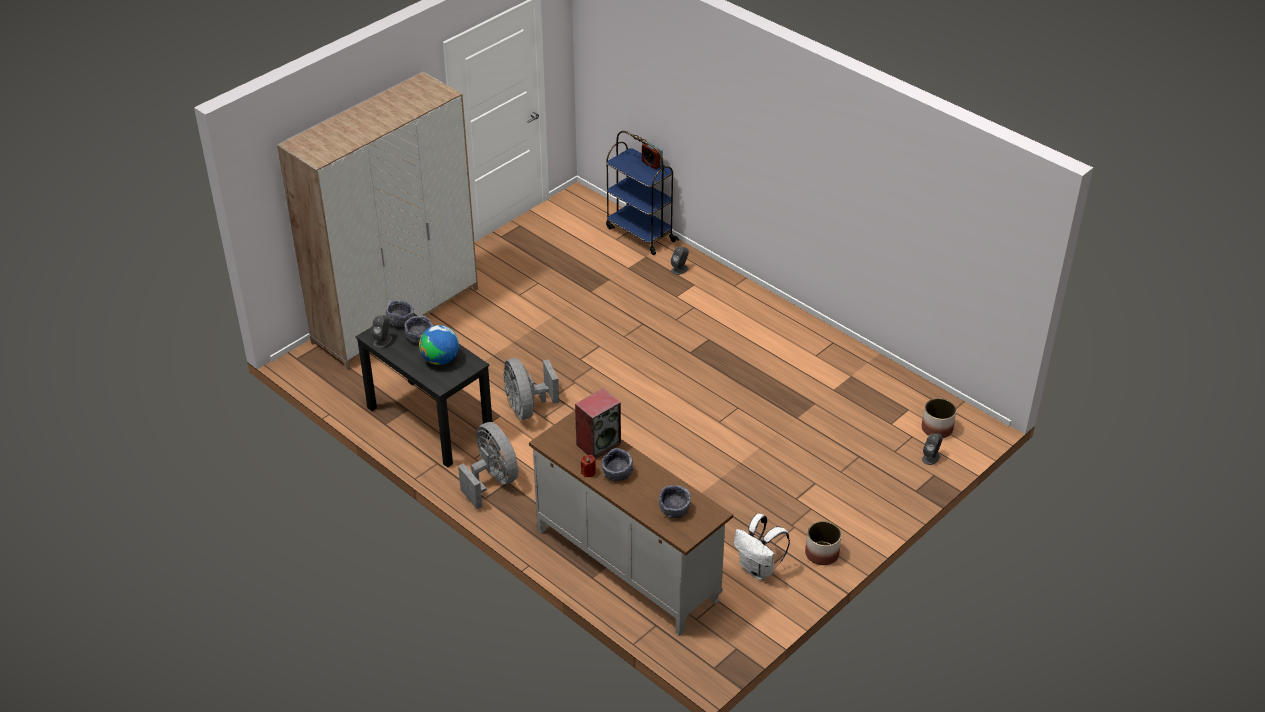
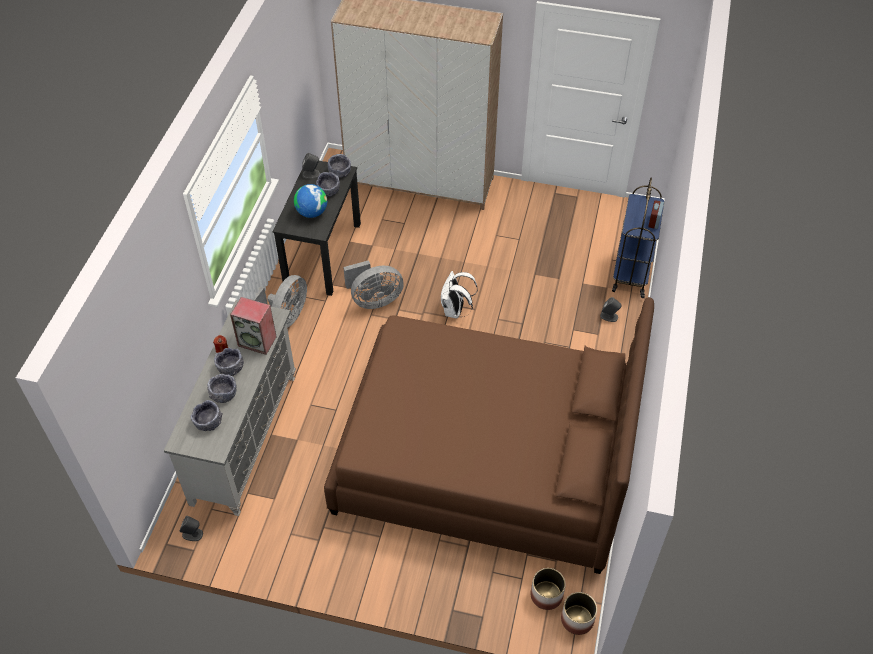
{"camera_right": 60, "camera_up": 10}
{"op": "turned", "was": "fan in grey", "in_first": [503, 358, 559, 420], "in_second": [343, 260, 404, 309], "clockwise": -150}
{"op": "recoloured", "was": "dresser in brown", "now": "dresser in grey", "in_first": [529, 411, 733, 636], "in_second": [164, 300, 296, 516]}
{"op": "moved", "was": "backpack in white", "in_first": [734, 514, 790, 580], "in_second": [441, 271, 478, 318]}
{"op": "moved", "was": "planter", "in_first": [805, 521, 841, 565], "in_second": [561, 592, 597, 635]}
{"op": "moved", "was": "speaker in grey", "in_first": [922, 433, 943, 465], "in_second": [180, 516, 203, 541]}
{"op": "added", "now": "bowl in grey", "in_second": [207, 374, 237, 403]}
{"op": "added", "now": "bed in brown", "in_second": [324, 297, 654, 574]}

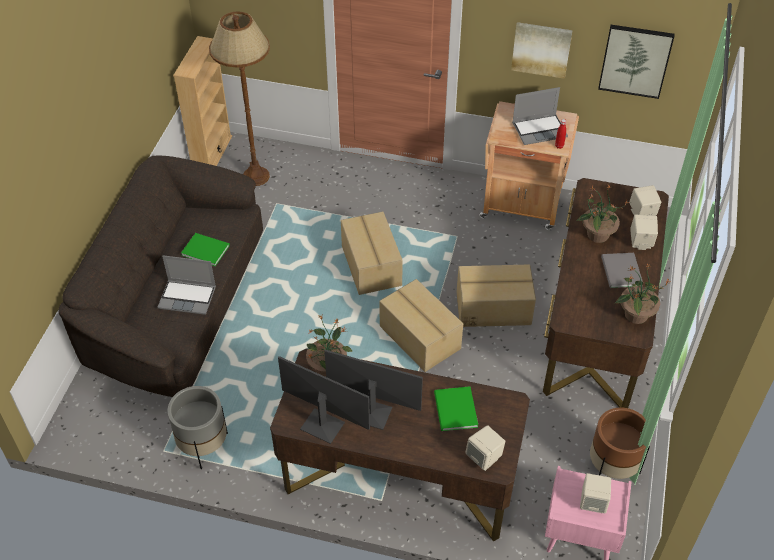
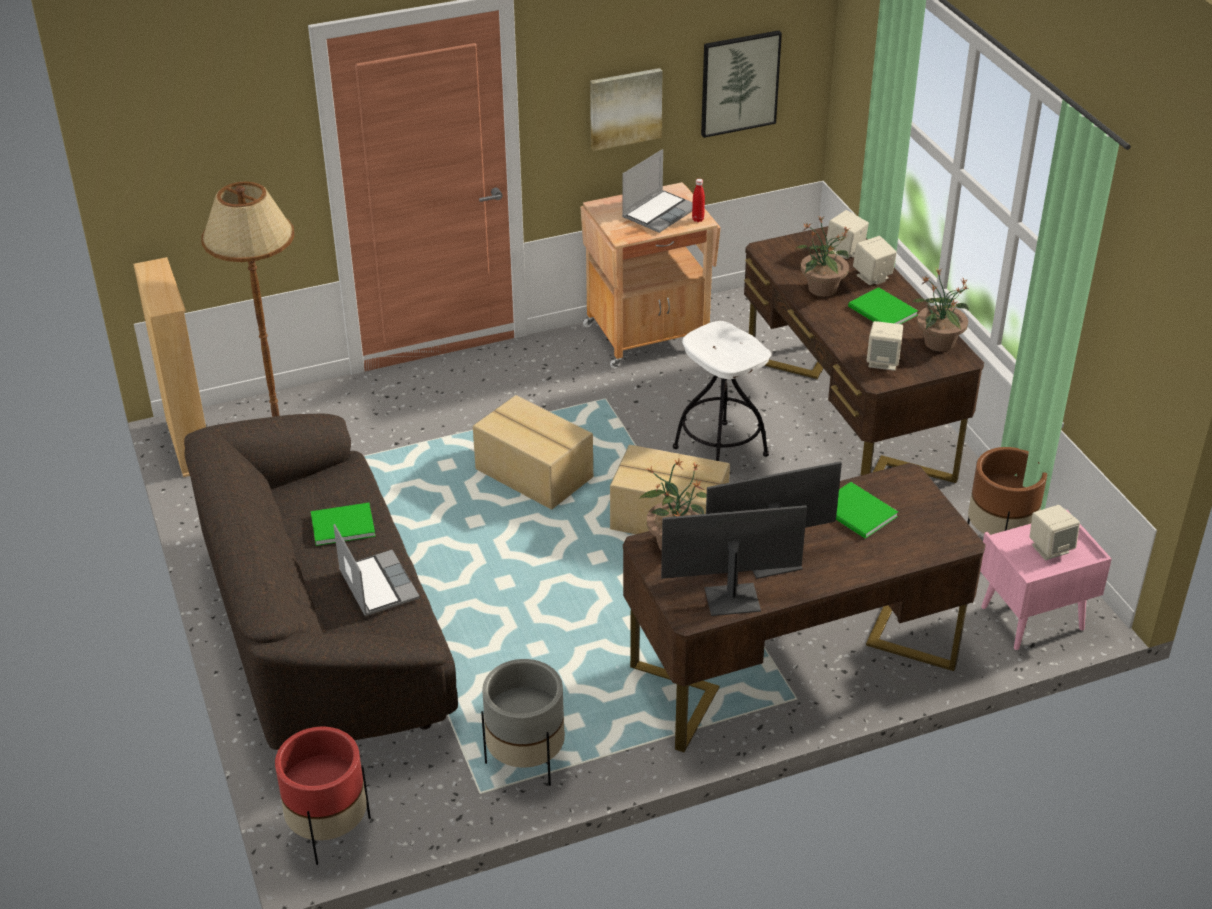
{"camera_right": -35, "camera_up": -10}
{"op": "turned", "was": "laptop", "in_first": [157, 255, 216, 315], "in_second": [333, 524, 420, 616], "clockwise": -90}
{"op": "replaced", "was": "cardboard box", "now": "stool in white", "in_first": [457, 265, 536, 327], "in_second": [673, 321, 771, 461]}
{"op": "moved", "was": "speaker in beige", "in_first": [465, 425, 505, 471], "in_second": [867, 321, 903, 371]}
{"op": "recoloured", "was": "book in grey", "now": "book in green", "in_first": [601, 253, 643, 288], "in_second": [848, 287, 918, 324]}
{"op": "added", "now": "planter in red", "in_second": [275, 727, 371, 865]}

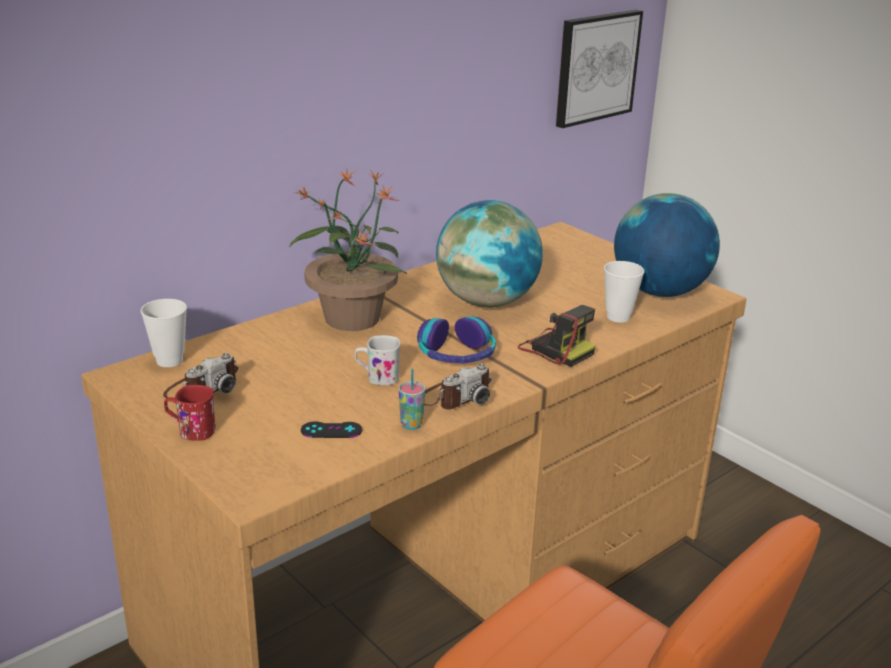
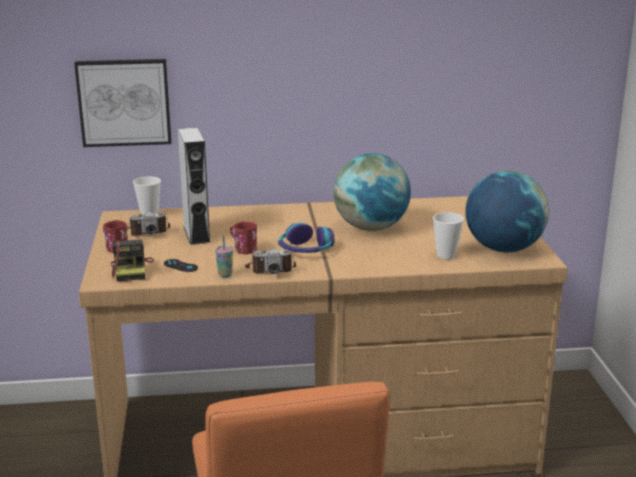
{"camera_right": 35, "camera_up": -5}
{"op": "removed", "was": "potted plant", "in_first": [289, 169, 407, 331]}
{"op": "recoloured", "was": "mug in white", "now": "mug in red", "in_first": [355, 335, 400, 385], "in_second": [230, 221, 257, 254]}
{"op": "moved", "was": "photo camera", "in_first": [518, 305, 596, 367], "in_second": [111, 240, 154, 281]}
{"op": "moved", "was": "picture", "in_first": [556, 10, 643, 128], "in_second": [74, 59, 172, 147]}
{"op": "added", "now": "speaker in grey", "in_second": [178, 127, 211, 245]}

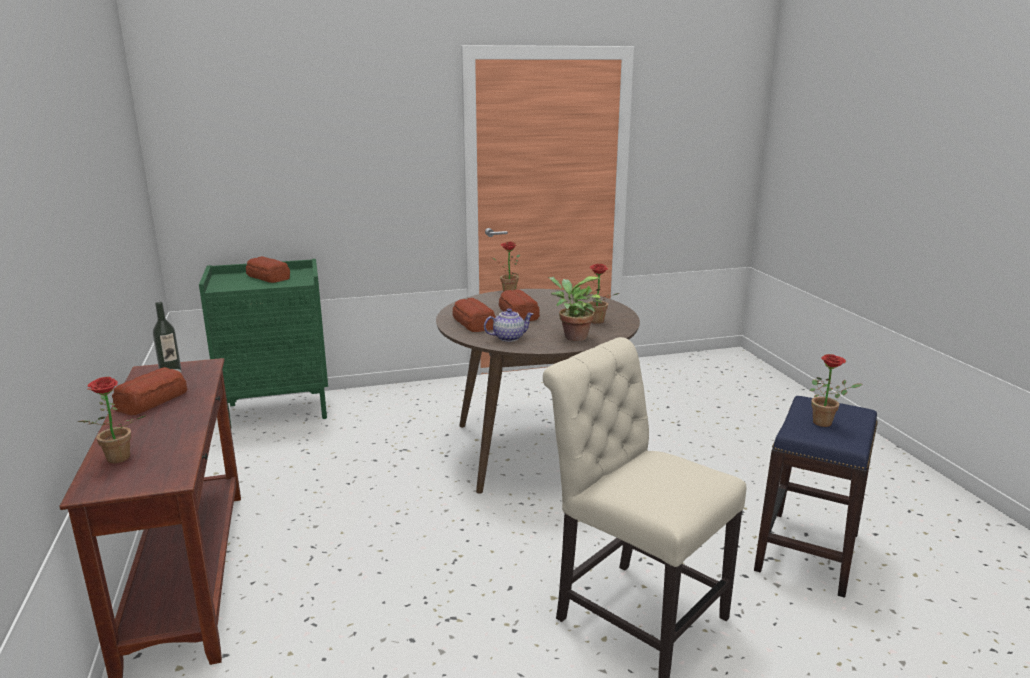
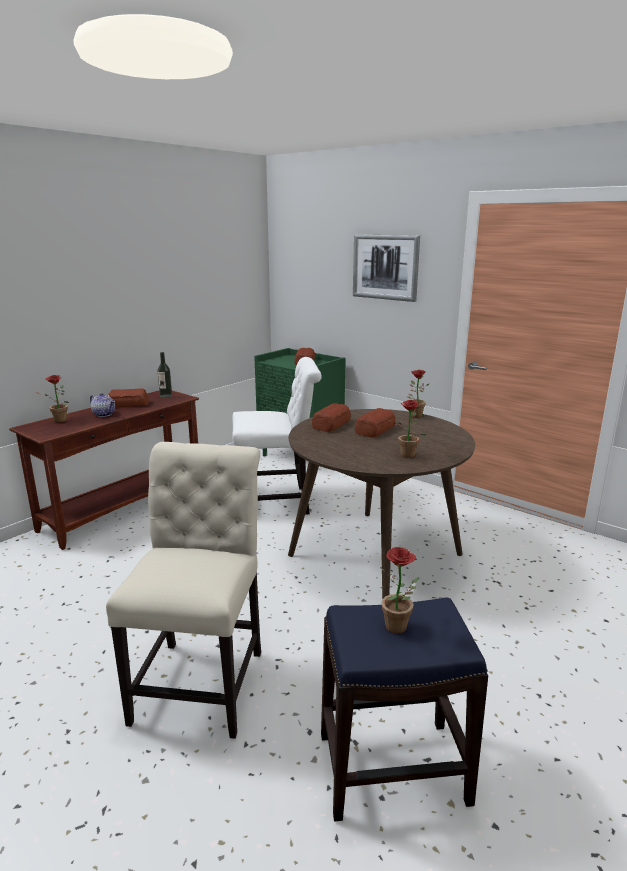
{"camera_right": 55, "camera_up": 0}
{"op": "moved", "was": "teapot", "in_first": [484, 308, 533, 342], "in_second": [90, 393, 115, 417]}
{"op": "removed", "was": "potted plant", "in_first": [548, 276, 603, 341]}
{"op": "added", "now": "chair in white", "in_second": [232, 357, 322, 515]}
{"op": "added", "now": "picture", "in_second": [353, 235, 420, 302]}

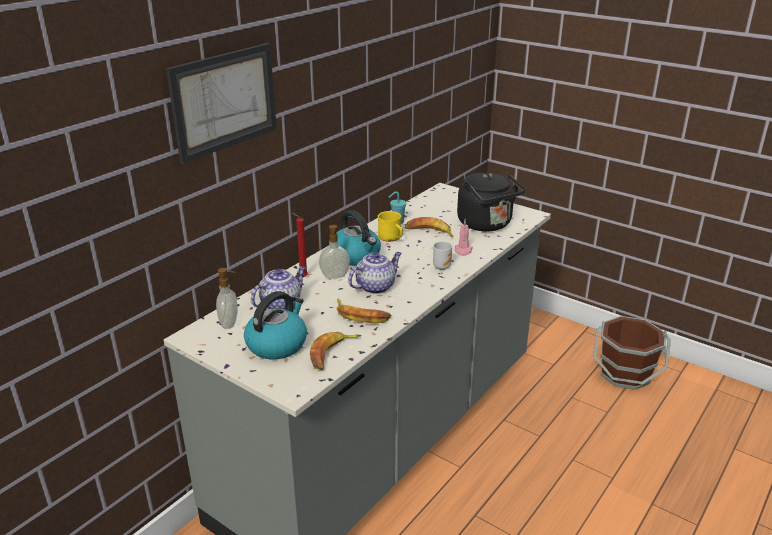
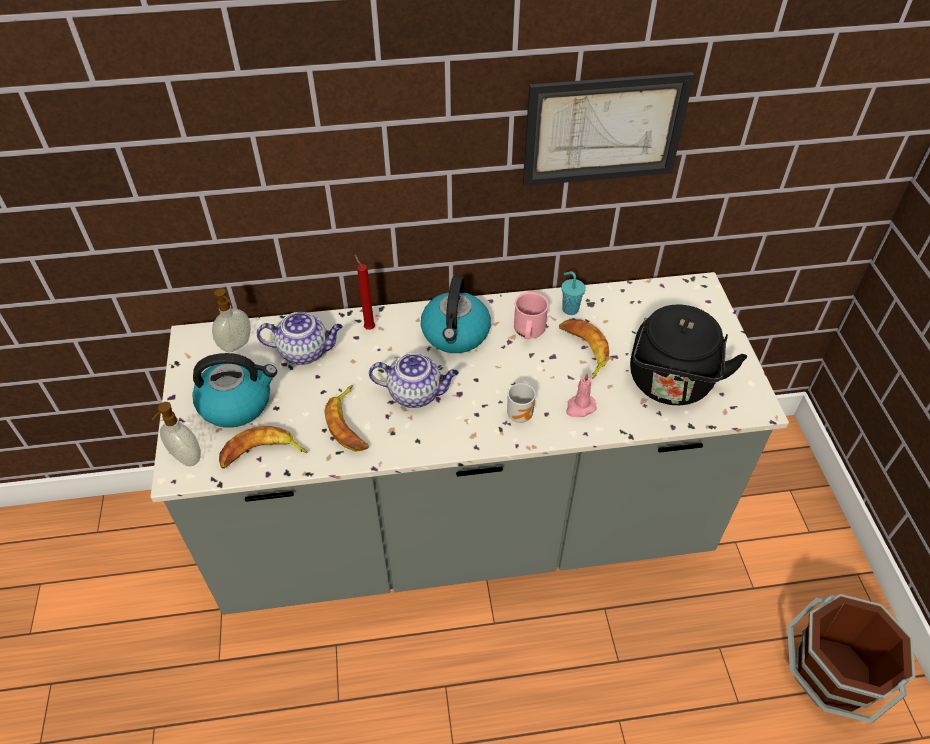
{"camera_right": 45, "camera_up": 20}
{"op": "moved", "was": "picture", "in_first": [166, 43, 277, 164], "in_second": [523, 72, 694, 186]}
{"op": "moved", "was": "soap dispenser", "in_first": [319, 225, 350, 279], "in_second": [152, 402, 201, 466]}
{"op": "recoloured", "was": "mug in yellow", "now": "mug in pink", "in_first": [378, 211, 403, 242], "in_second": [514, 292, 549, 339]}

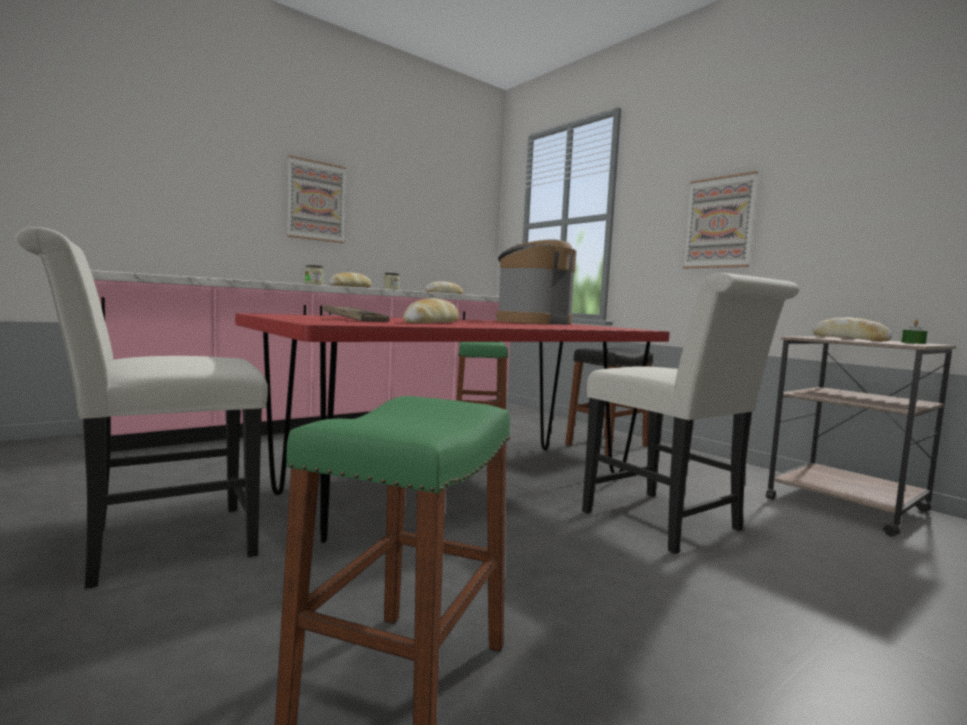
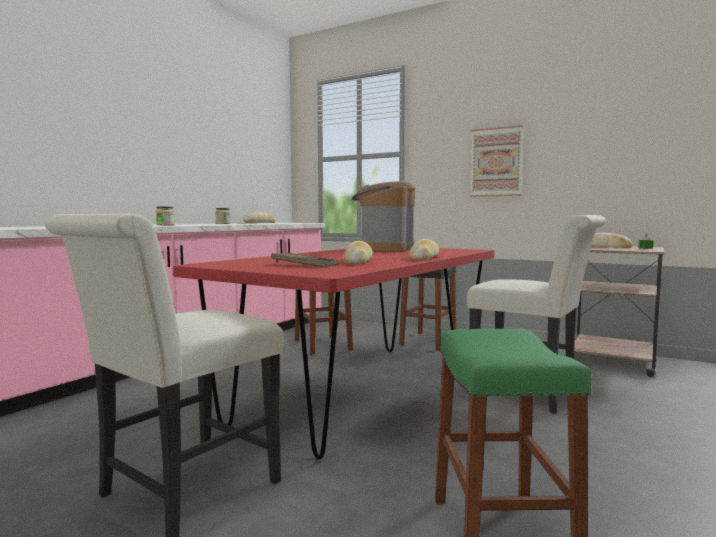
{"camera_right": -20, "camera_up": 0}
{"op": "removed", "was": "picture", "in_first": [287, 155, 346, 243]}
{"op": "moved", "was": "bread", "in_first": [329, 272, 371, 288], "in_second": [409, 239, 439, 260]}

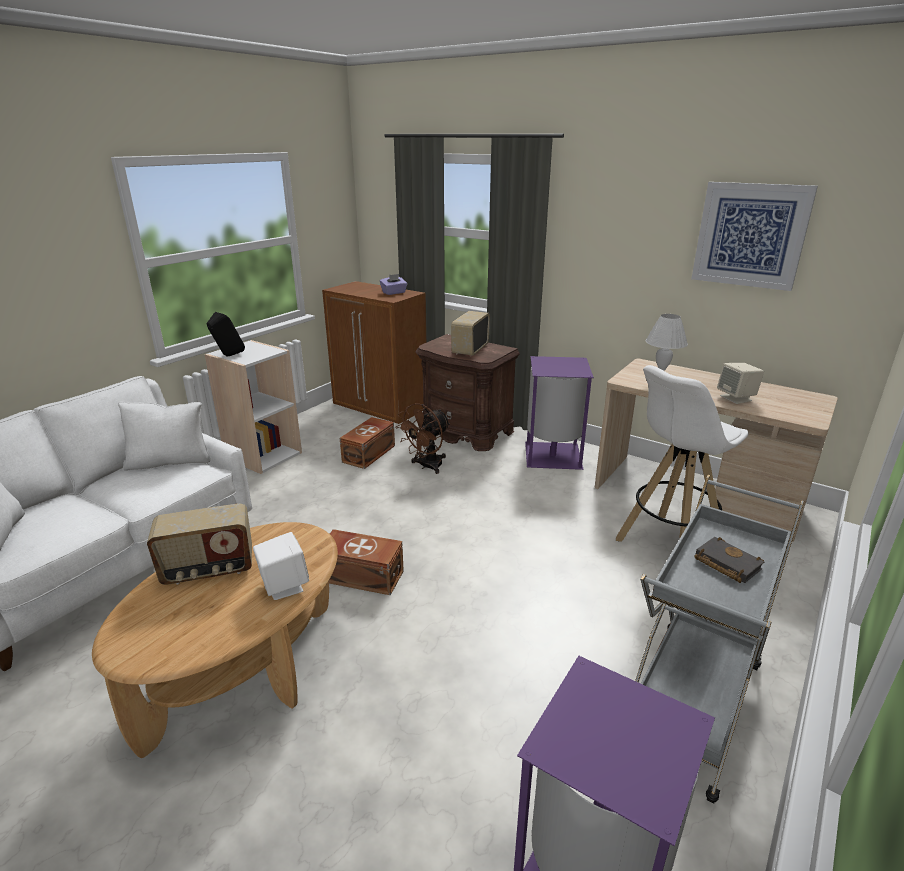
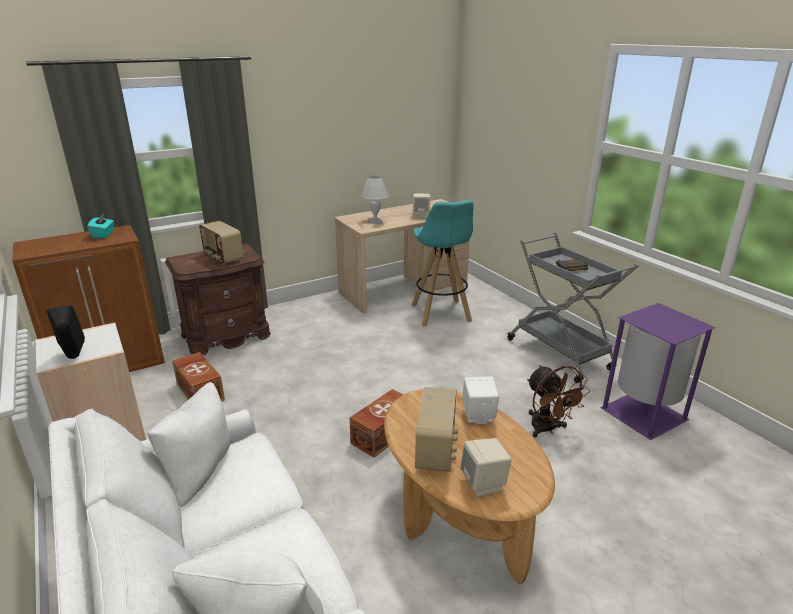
{"camera_right": -65, "camera_up": 0}
{"op": "recoloured", "was": "tissue box in purple", "now": "tissue box in turquoise", "in_first": [380, 274, 407, 295], "in_second": [87, 214, 114, 238]}
{"op": "moved", "was": "fan in brown", "in_first": [395, 403, 450, 474], "in_second": [527, 365, 590, 437]}
{"op": "removed", "was": "trash can in purple", "in_first": [525, 356, 594, 470]}
{"op": "recoloured", "was": "stool in white", "now": "stool in turquoise", "in_first": [616, 365, 748, 542], "in_second": [411, 200, 474, 327]}
{"op": "removed", "was": "picture", "in_first": [691, 182, 818, 291]}
{"op": "added", "now": "speaker in beige", "in_second": [460, 438, 512, 497]}

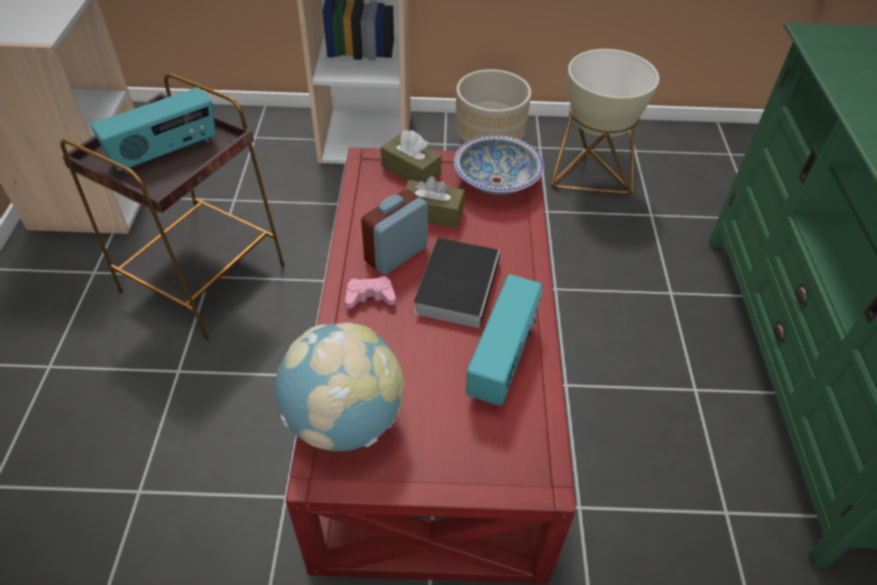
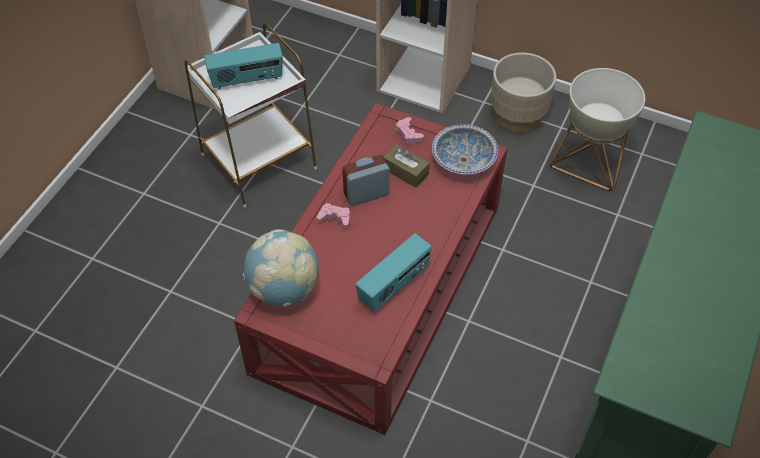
{"camera_right": 25, "camera_up": 5}
{"op": "recoloured", "was": "side table in brown", "now": "side table in white", "in_first": [60, 73, 284, 340], "in_second": [184, 23, 317, 208]}
{"op": "replaced", "was": "tissue box in brown", "now": "game controller in pink", "in_first": [381, 130, 442, 183], "in_second": [395, 117, 424, 144]}
{"op": "removed", "was": "book", "in_first": [414, 238, 501, 328]}

